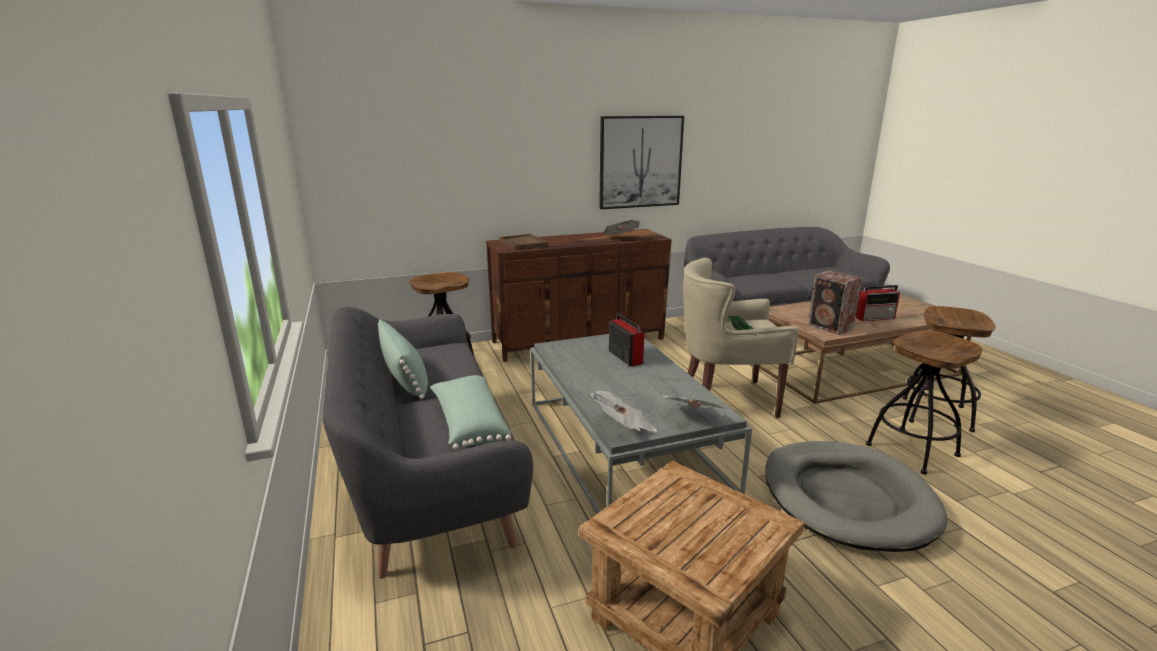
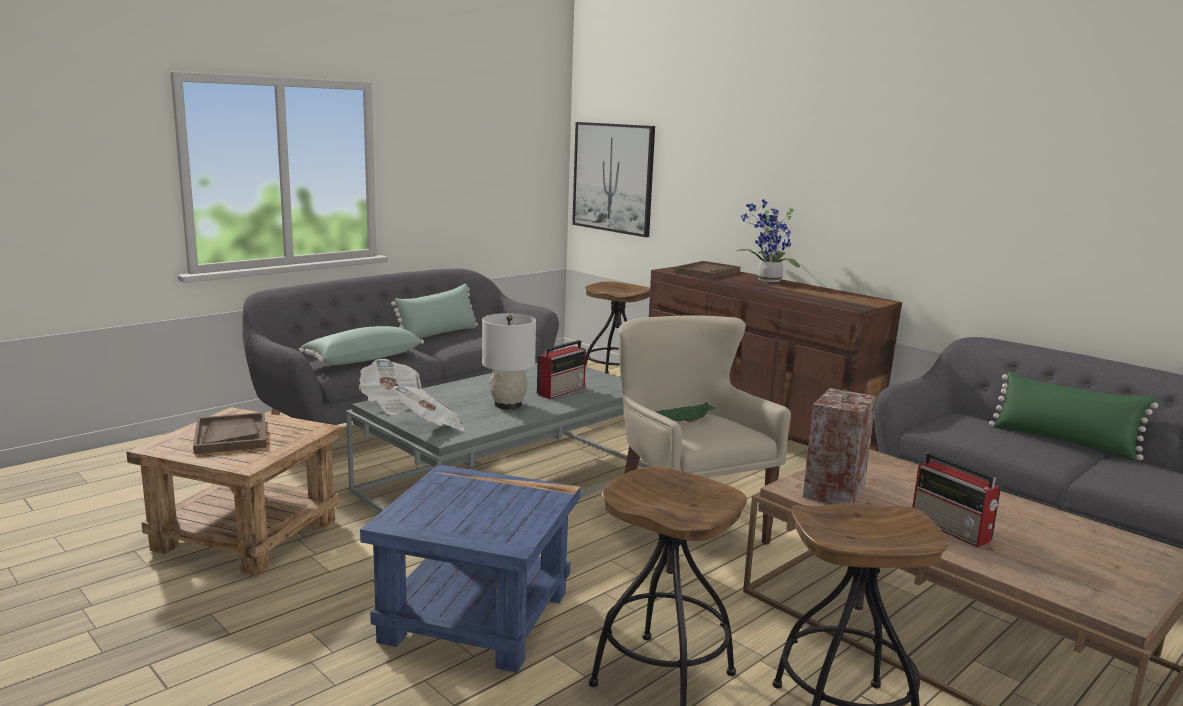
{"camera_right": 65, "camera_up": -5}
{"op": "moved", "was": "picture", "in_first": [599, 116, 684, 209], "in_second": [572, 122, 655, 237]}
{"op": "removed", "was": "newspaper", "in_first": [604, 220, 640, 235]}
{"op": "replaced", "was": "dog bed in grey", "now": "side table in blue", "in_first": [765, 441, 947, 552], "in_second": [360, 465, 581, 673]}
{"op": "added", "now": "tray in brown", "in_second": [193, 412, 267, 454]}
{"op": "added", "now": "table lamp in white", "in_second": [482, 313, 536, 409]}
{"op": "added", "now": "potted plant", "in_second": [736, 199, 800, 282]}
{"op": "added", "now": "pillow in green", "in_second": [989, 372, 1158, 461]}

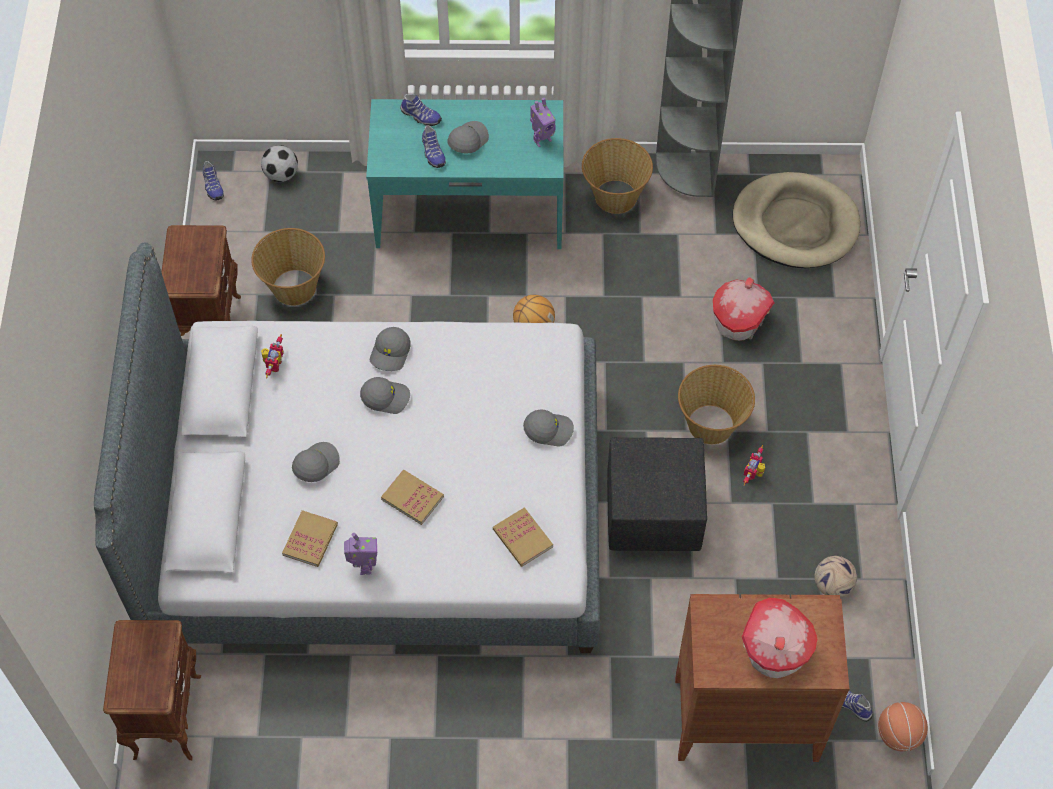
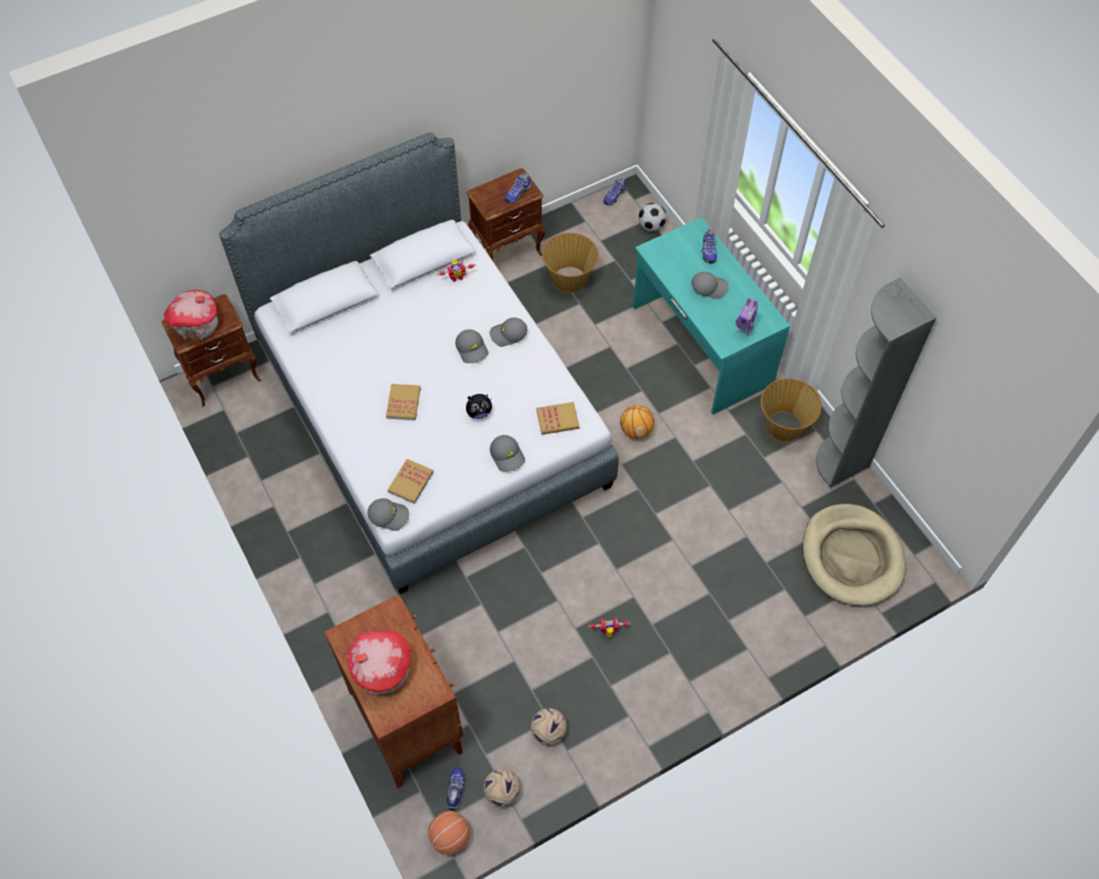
{"camera_right": 60, "camera_up": 0}
{"op": "moved", "was": "book", "in_first": [282, 510, 338, 567], "in_second": [536, 402, 580, 435]}
{"op": "moved", "was": "cap in grey", "in_first": [292, 442, 340, 482], "in_second": [367, 498, 409, 531]}
{"op": "removed", "was": "toy robot", "in_first": [344, 533, 377, 575]}
{"op": "moved", "was": "shoe", "in_first": [422, 125, 446, 168], "in_second": [505, 173, 532, 203]}
{"op": "removed", "was": "ottoman in black", "in_first": [607, 437, 707, 551]}
{"op": "removed", "was": "basket", "in_first": [678, 365, 755, 444]}
{"op": "moved", "was": "toy house", "in_first": [713, 277, 775, 341], "in_second": [164, 290, 218, 341]}
{"op": "added", "now": "plush toy", "in_second": [466, 394, 492, 419]}
{"op": "added", "now": "football", "in_second": [483, 768, 520, 807]}

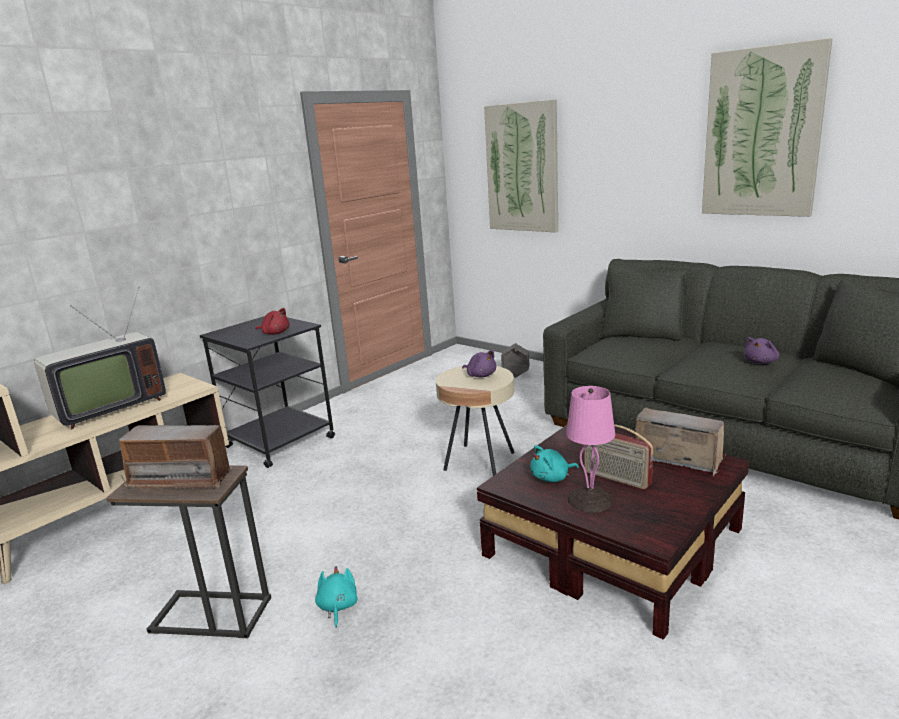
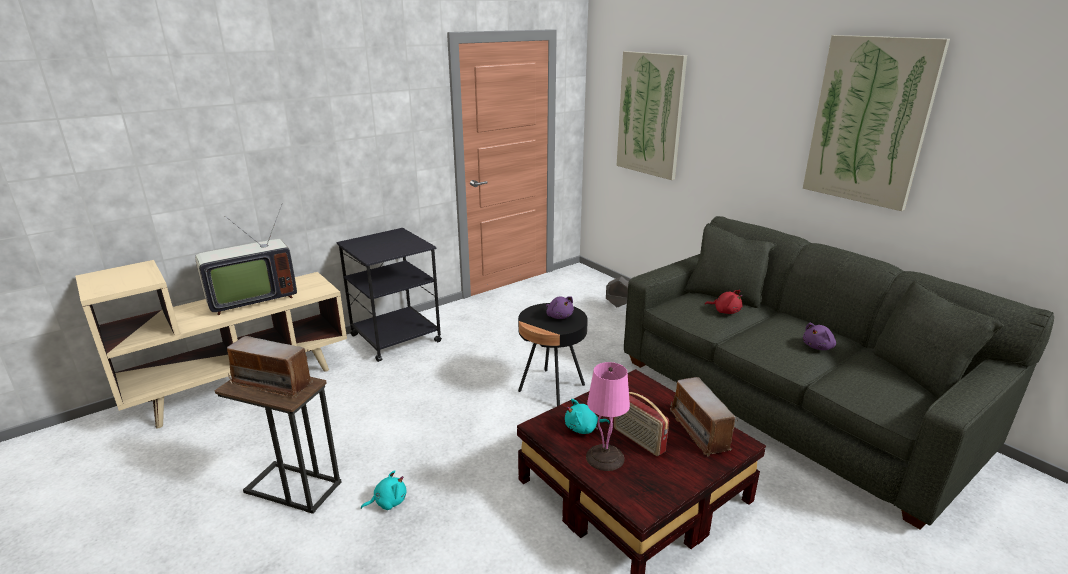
{"camera_right": 10, "camera_up": 5}
{"op": "moved", "was": "plush toy in red", "in_first": [256, 308, 289, 334], "in_second": [705, 290, 743, 314]}
{"op": "turned", "was": "plush toy in turquoise", "in_first": [315, 566, 358, 628], "in_second": [361, 470, 406, 510], "clockwise": 60}
{"op": "recoloured", "was": "side table in beige", "now": "side table in black", "in_first": [436, 366, 514, 476], "in_second": [518, 303, 588, 406]}
{"op": "turned", "was": "radio", "in_first": [632, 407, 726, 476], "in_second": [670, 377, 738, 456], "clockwise": -150}

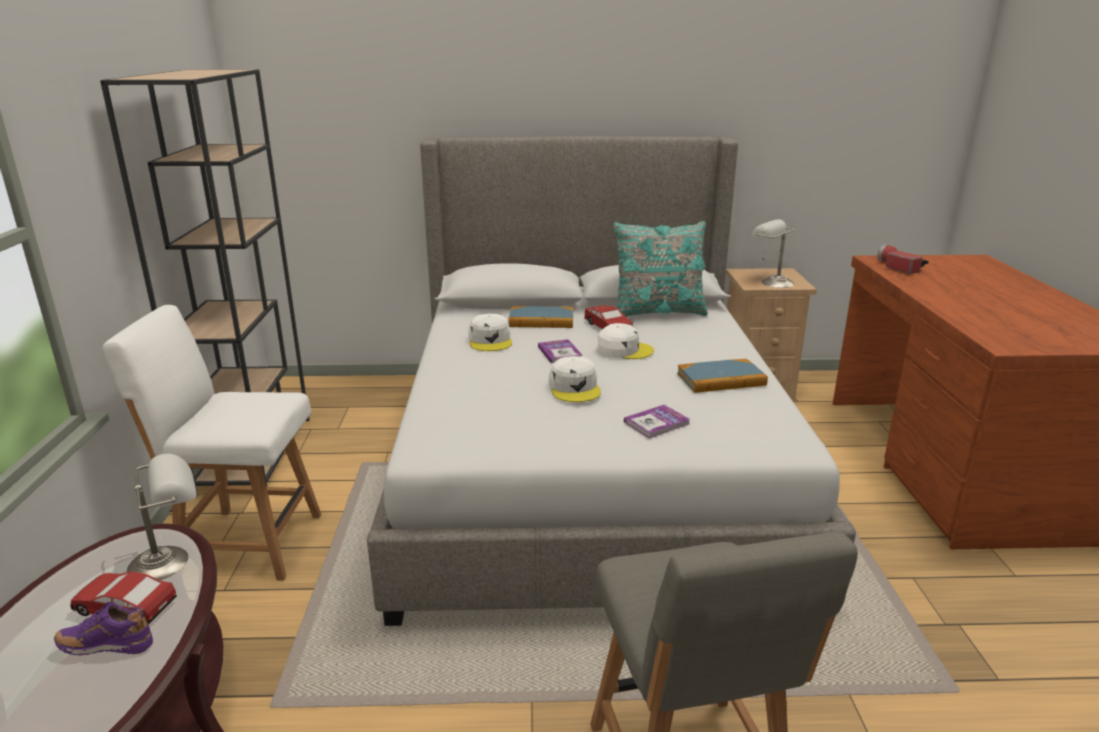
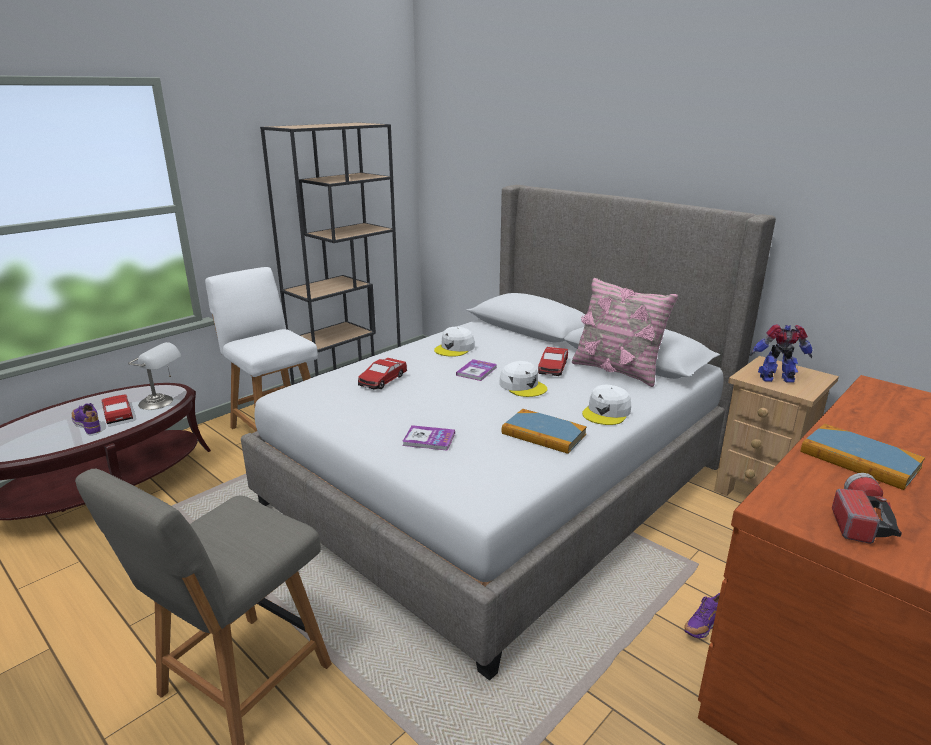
{"camera_right": 45, "camera_up": 0}
{"op": "moved", "was": "book", "in_first": [508, 306, 573, 328], "in_second": [801, 424, 925, 490]}
{"op": "moved", "was": "cap in white", "in_first": [549, 356, 601, 402], "in_second": [582, 385, 631, 425]}
{"op": "recoloured", "was": "pillow in turquoise", "now": "pillow in pink", "in_first": [613, 221, 708, 317], "in_second": [572, 278, 678, 387]}
{"op": "replaced", "was": "table lamp in white", "now": "toy robot", "in_first": [751, 219, 795, 288], "in_second": [750, 324, 813, 383]}
{"op": "moved", "was": "flashlight", "in_first": [877, 244, 929, 274], "in_second": [832, 473, 902, 544]}
{"op": "added", "now": "toy car", "in_second": [358, 358, 407, 390]}
{"op": "added", "now": "shoe in purple", "in_second": [684, 593, 720, 638]}

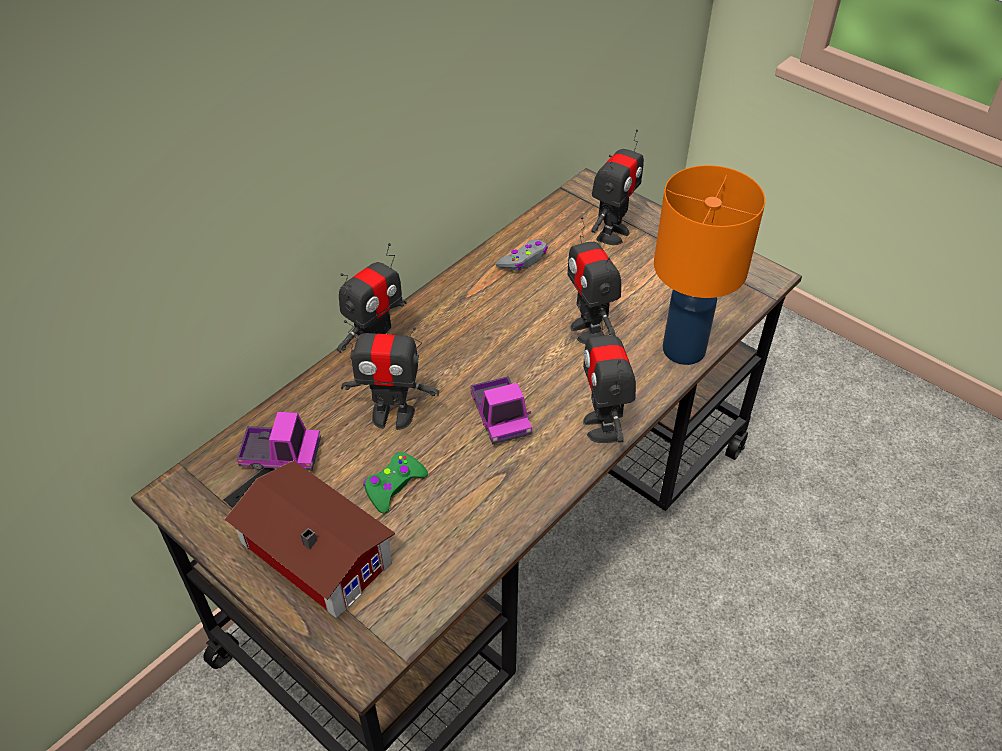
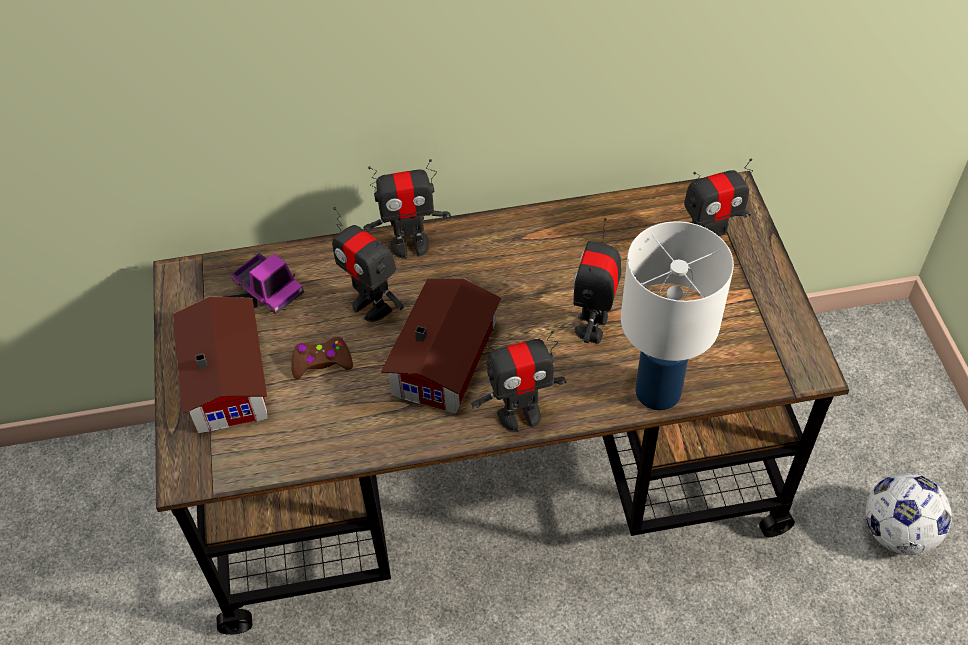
{"camera_right": 40, "camera_up": 5}
{"op": "recoloured", "was": "game controller in green", "now": "game controller in brown", "in_first": [363, 452, 428, 513], "in_second": [291, 337, 353, 379]}
{"op": "replaced", "was": "toy truck", "now": "toy house", "in_first": [470, 376, 532, 445], "in_second": [381, 278, 501, 414]}
{"op": "removed", "was": "game controller in grey", "in_first": [496, 239, 548, 271]}
{"op": "turned", "was": "toy robot", "in_first": [583, 308, 636, 443], "in_second": [471, 331, 567, 432], "clockwise": -135}
{"op": "recoloured", "was": "table lamp in orange", "now": "table lamp in white", "in_first": [654, 165, 765, 365], "in_second": [621, 221, 734, 411]}
{"op": "added", "now": "football", "in_second": [865, 473, 952, 555]}

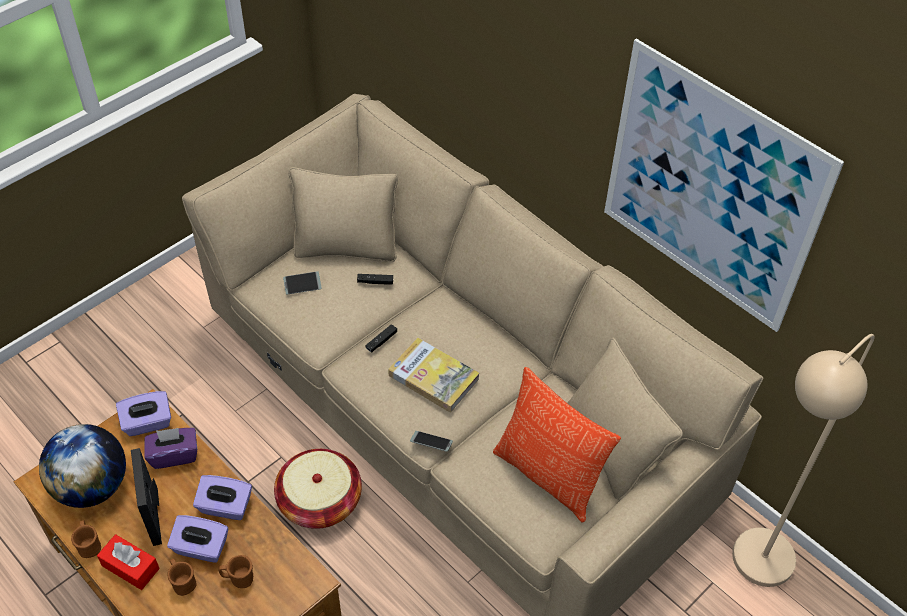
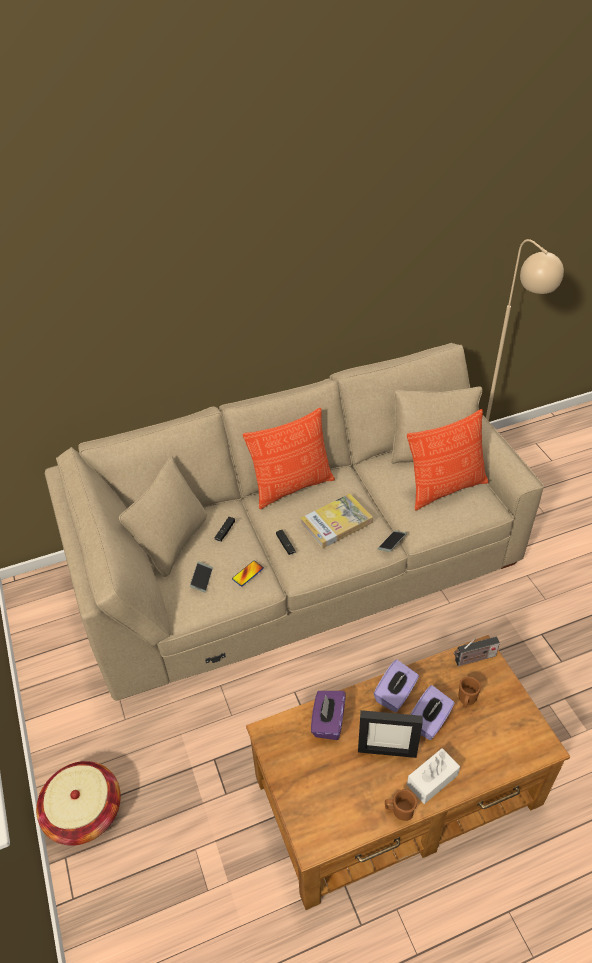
{"camera_right": -65, "camera_up": -5}
{"op": "removed", "was": "globe", "in_first": [39, 424, 126, 508]}
{"op": "recoloured", "was": "tissue box in red", "now": "tissue box in white", "in_first": [97, 534, 160, 590], "in_second": [407, 748, 460, 804]}
{"op": "removed", "was": "tissue box in purple", "in_first": [116, 391, 171, 436]}
{"op": "removed", "was": "mug in brown", "in_first": [167, 559, 197, 596]}
{"op": "moved", "was": "basket", "in_first": [274, 449, 362, 529], "in_second": [36, 761, 121, 846]}
{"op": "removed", "was": "picture", "in_first": [604, 39, 844, 332]}
{"op": "added", "now": "phone", "in_second": [232, 561, 264, 586]}
{"op": "added", "now": "pillow in orange", "in_second": [243, 408, 335, 509]}
{"op": "added", "now": "radio", "in_second": [454, 637, 500, 666]}

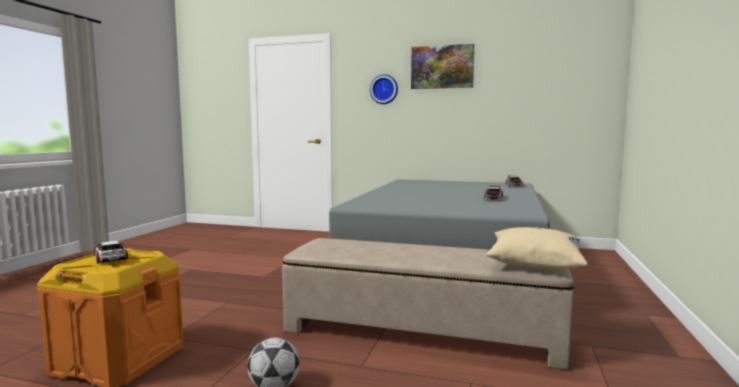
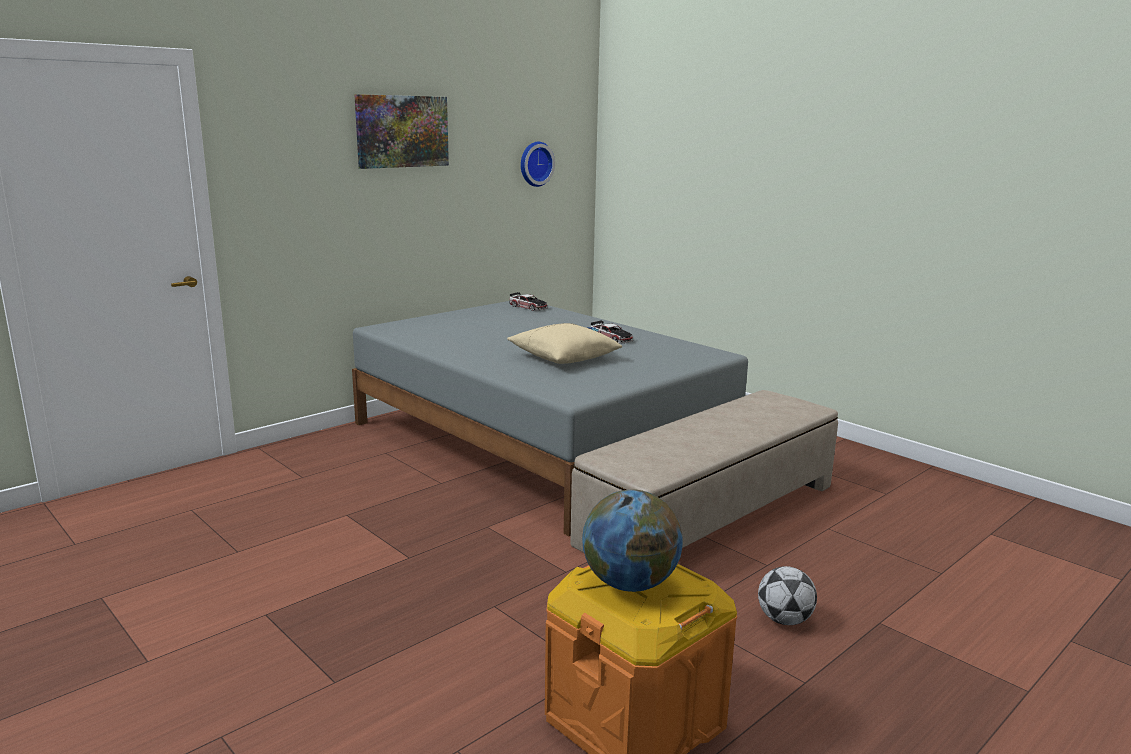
{"camera_right": -60, "camera_up": 10}
{"op": "replaced", "was": "toy car", "now": "globe", "in_first": [93, 241, 128, 264], "in_second": [582, 489, 683, 592]}
{"op": "moved", "was": "wall clock", "in_first": [370, 74, 398, 104], "in_second": [521, 142, 555, 187]}
{"op": "moved", "was": "pillow in beige", "in_first": [486, 227, 588, 269], "in_second": [507, 323, 622, 364]}

